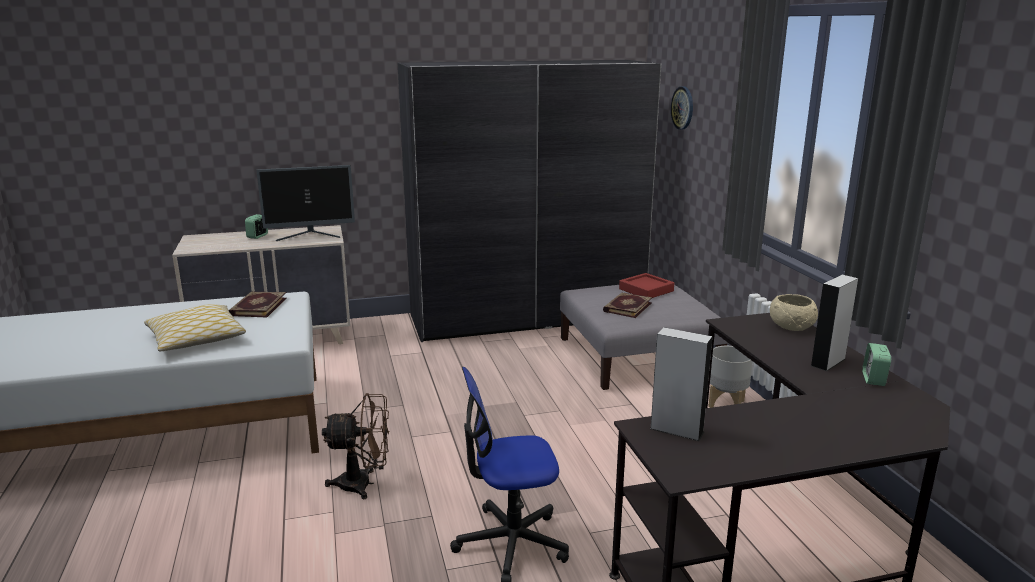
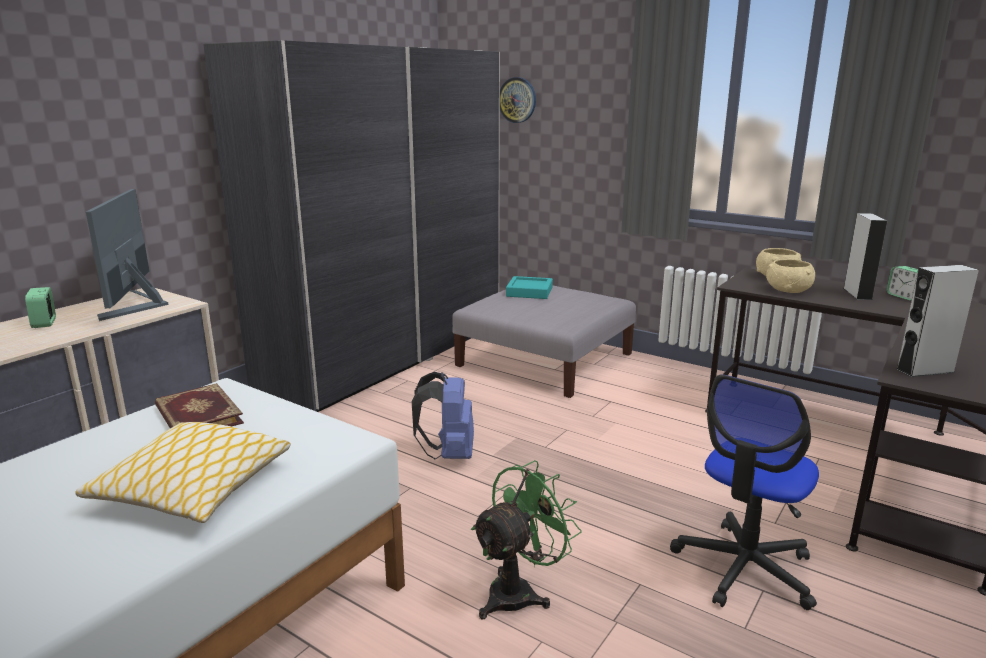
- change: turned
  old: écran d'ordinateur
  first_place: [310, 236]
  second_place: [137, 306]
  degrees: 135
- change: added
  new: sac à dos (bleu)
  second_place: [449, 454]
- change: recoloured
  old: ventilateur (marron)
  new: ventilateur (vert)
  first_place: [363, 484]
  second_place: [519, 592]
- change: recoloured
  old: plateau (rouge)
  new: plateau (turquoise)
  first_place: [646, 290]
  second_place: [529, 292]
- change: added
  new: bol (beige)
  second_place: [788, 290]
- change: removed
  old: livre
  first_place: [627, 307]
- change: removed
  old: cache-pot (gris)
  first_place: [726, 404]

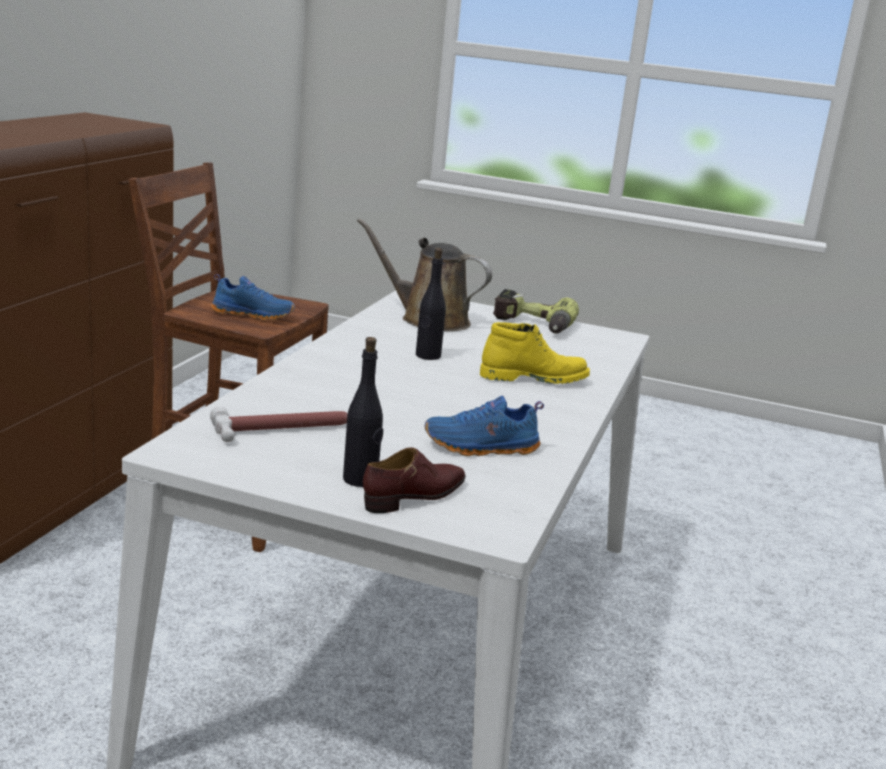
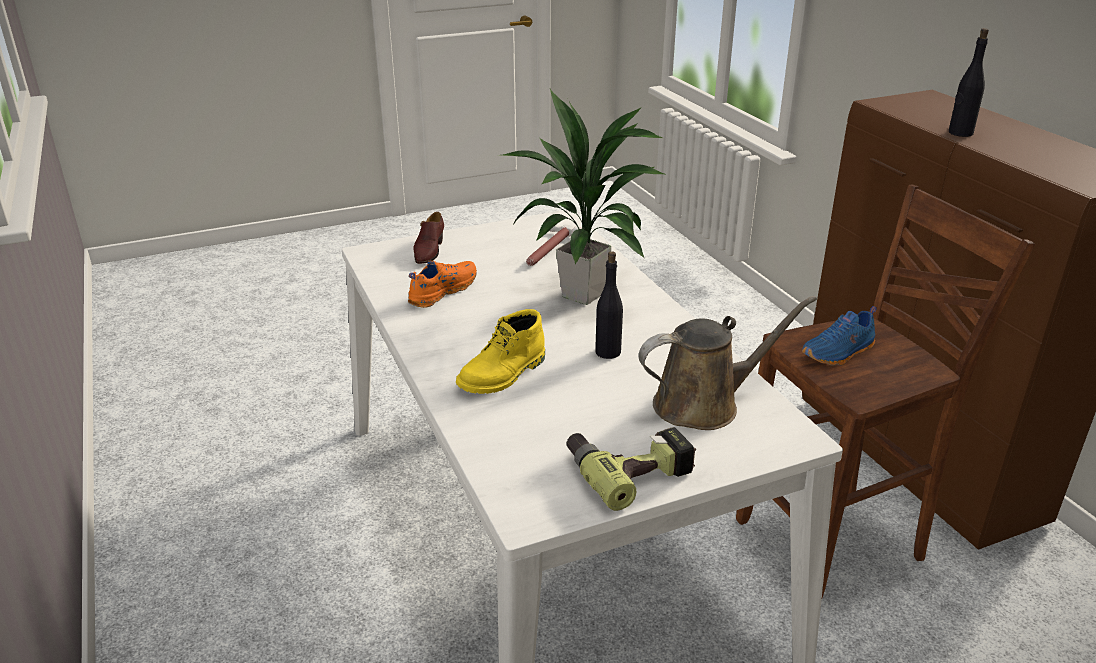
- change: recoloured
  old: chaussure (bleu)
  new: chaussure (orange)
  first_place: [481, 448]
  second_place: [441, 291]
- change: added
  new: plante en pot
  second_place: [584, 296]
- change: moved
  old: bouteille (noir)
  first_place: [360, 479]
  second_place: [960, 133]

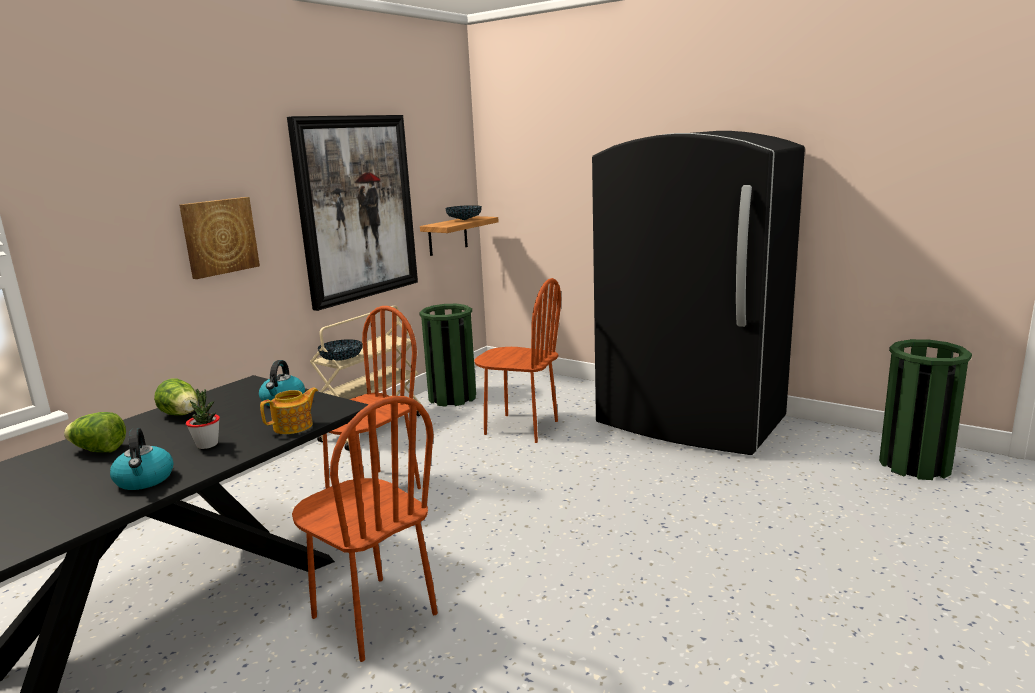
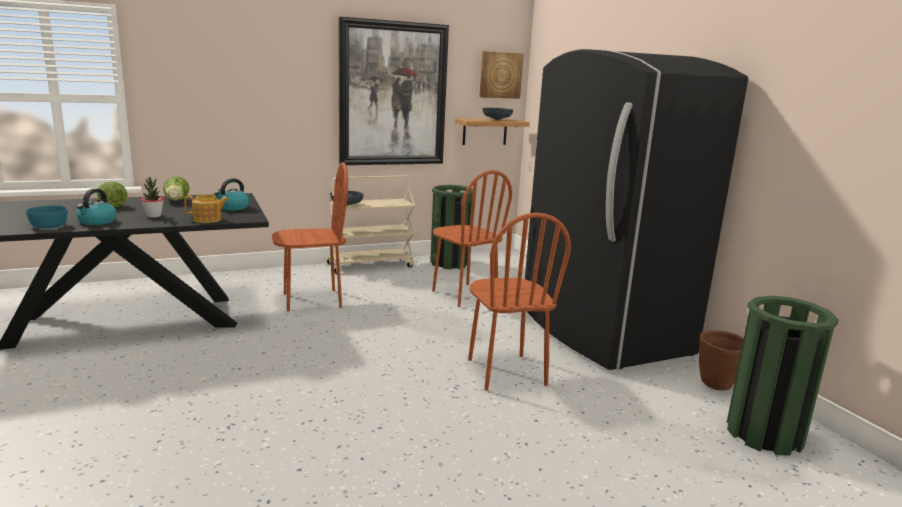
- change: added
  new: bol (turquoise)
  second_place: [48, 226]
- change: moved
  old: chaise (marron)
  first_place: [373, 616]
  second_place: [505, 372]
- change: moved
  old: tableau
  first_place: [219, 236]
  second_place: [500, 75]
- change: added
  new: cache-pot (marron)
  second_place: [716, 385]

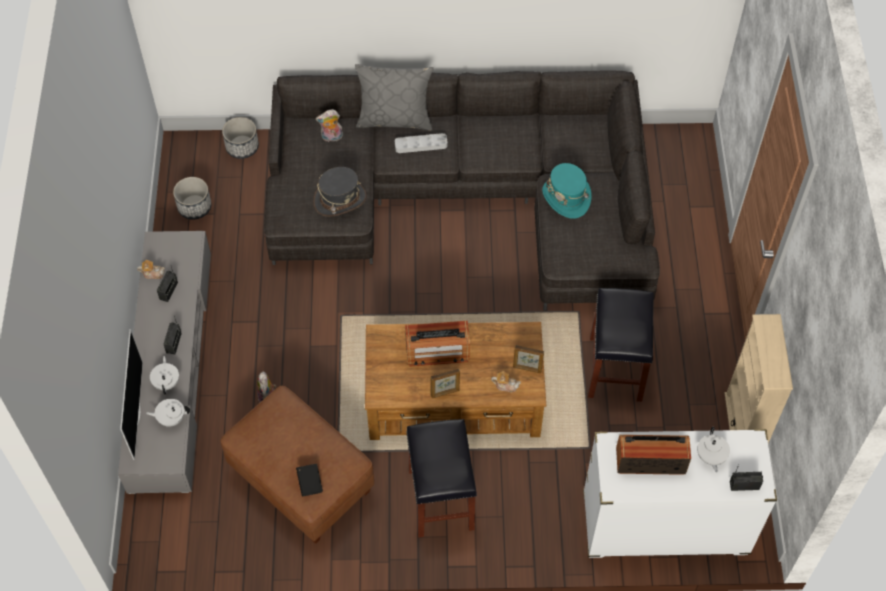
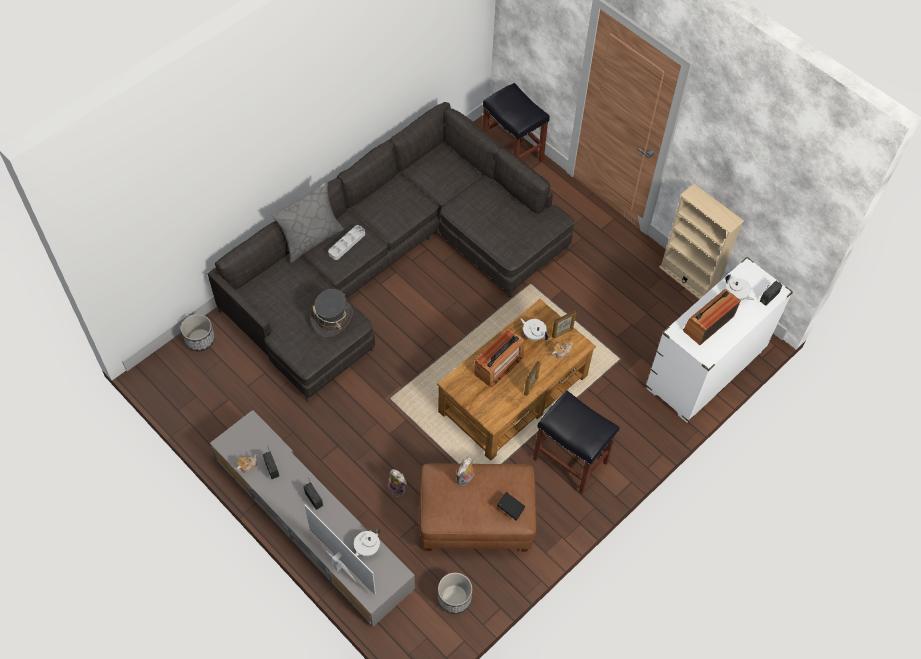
- change: moved
  old: cache-pot
  first_place: [194, 207]
  second_place: [454, 598]
- change: moved
  old: peluche
  first_place: [331, 137]
  second_place: [465, 479]
- change: moved
  old: tabouret (noir)
  first_place: [616, 370]
  second_place: [513, 154]
- change: moved
  old: théière (blanc)
  first_place: [167, 382]
  second_place: [533, 335]
- change: removed
  old: chapeau (turquoise)
  first_place: [566, 197]

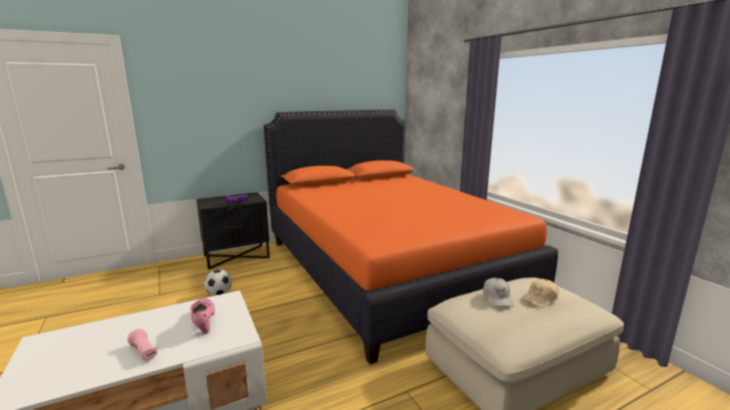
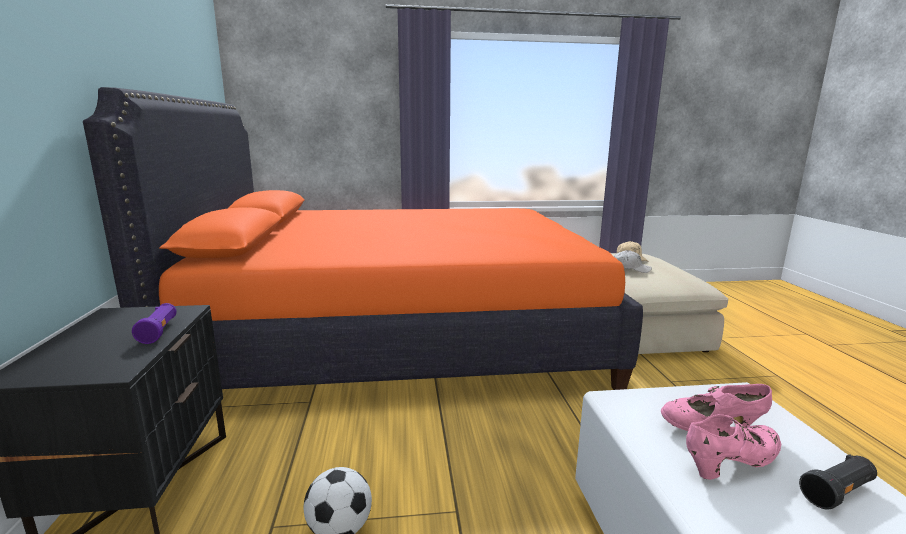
- change: added
  new: chaussure (rose)
  second_place: [730, 464]
- change: recoloured
  old: lampe de poche (rose)
  new: lampe de poche (noir)
  first_place: [144, 352]
  second_place: [837, 492]

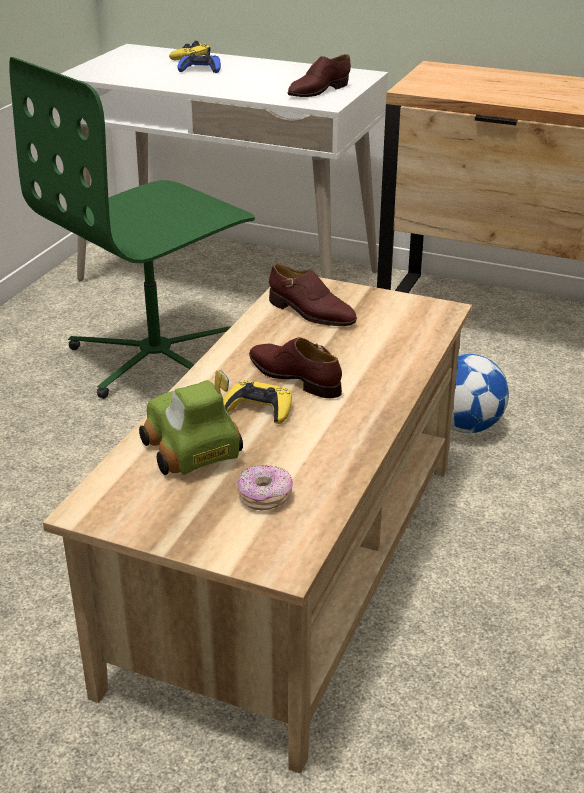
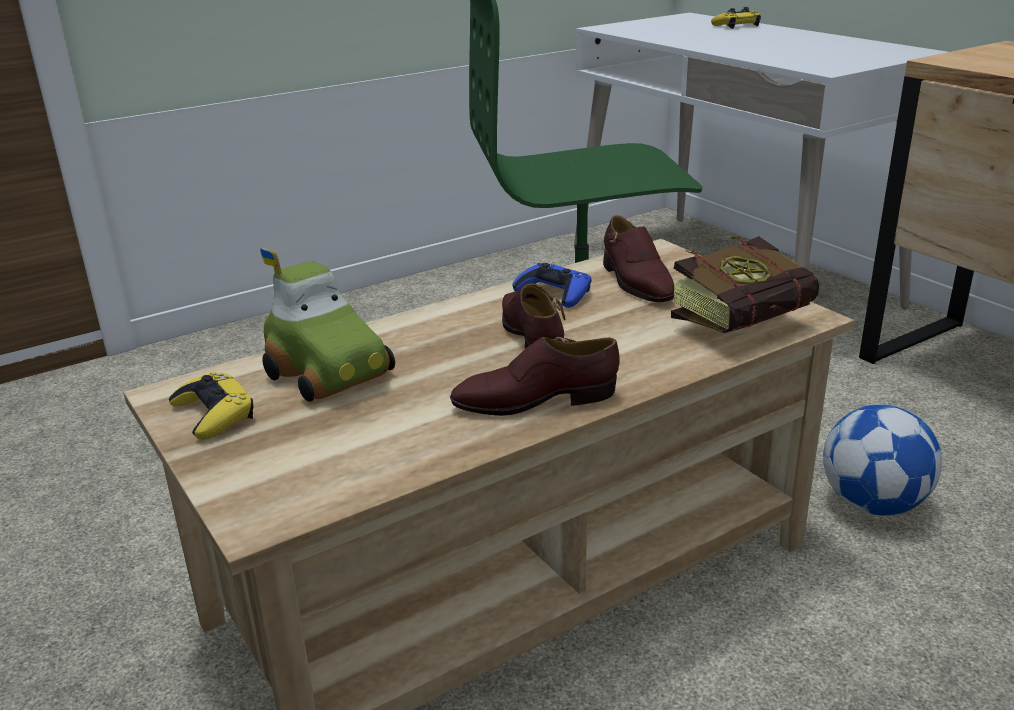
- change: moved
  old: manette (jaune)
  first_place: [259, 408]
  second_place: [214, 414]
- change: turned
  old: petite voiture
  first_place: [189, 450]
  second_place: [332, 373]
  degrees: 135
- change: moved
  old: chaussure (marron)
  first_place: [318, 91]
  second_place: [534, 400]
- change: moved
  old: manette (bleu)
  first_place: [200, 69]
  second_place: [554, 293]
- change: added
  new: livre
  second_place: [750, 323]
- change: removed
  old: beignet
  first_place: [265, 497]

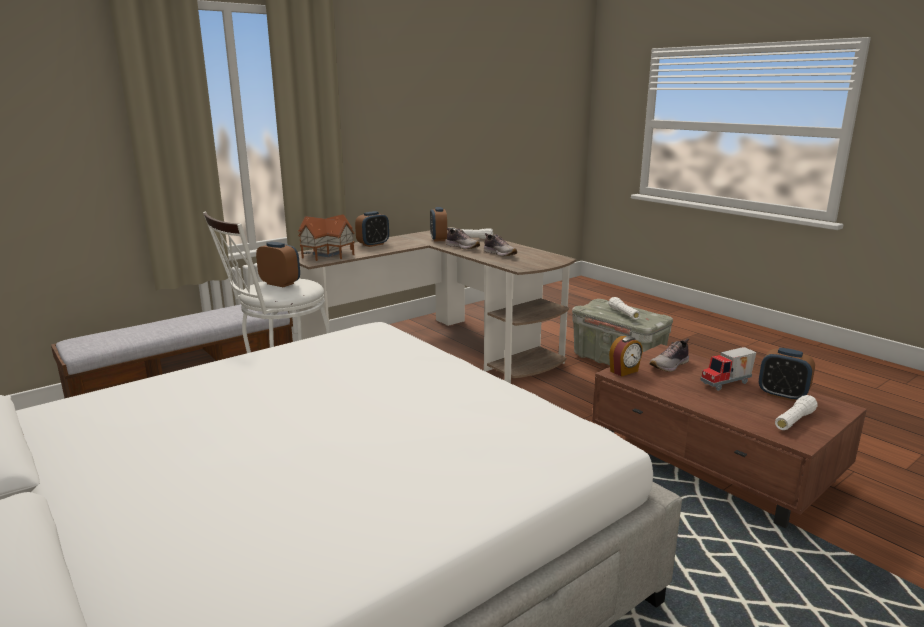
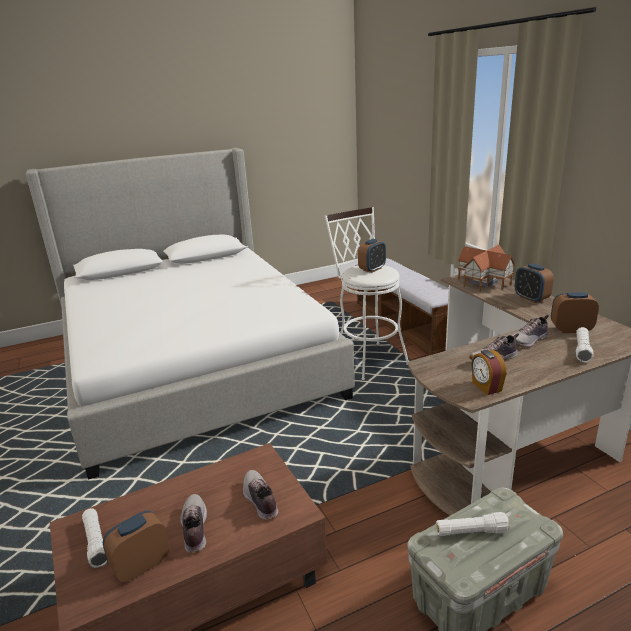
- change: replaced
  old: camion jouet
  new: chaussure
  first_place: [727, 384]
  second_place: [194, 529]
- change: moved
  old: réveil
  first_place: [624, 371]
  second_place: [486, 387]

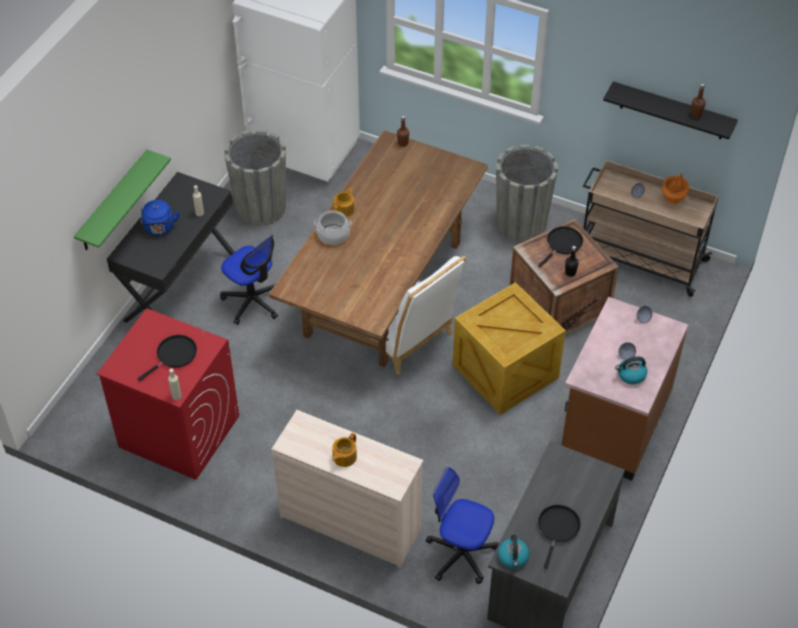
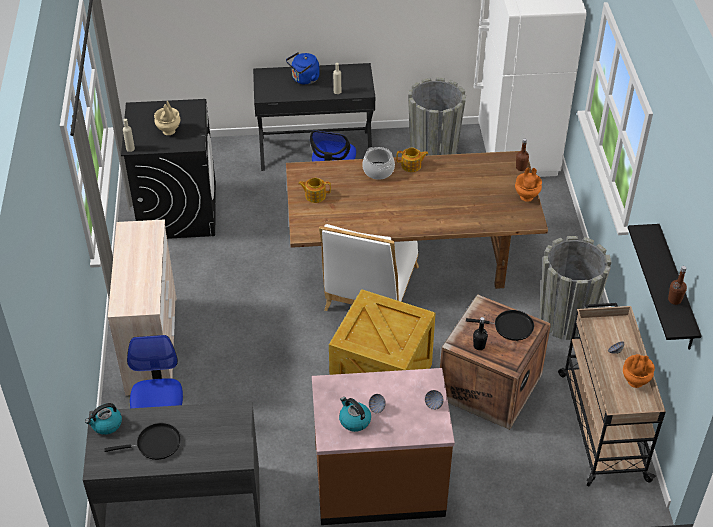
- change: recoloured
  old: lave-linge (rouge)
  new: lave-linge (noir)
  first_place: [178, 431]
  second_place: [178, 210]
- change: replaced
  old: poêle (noir)
  new: vase (beige)
  first_place: [174, 355]
  second_place: [169, 131]
- change: moved
  old: théière
  first_place: [344, 457]
  second_place: [315, 195]
- change: added
  new: vase (orange)
  second_place: [527, 197]
- change: removed
  old: étagère (vert)
  first_place: [113, 202]

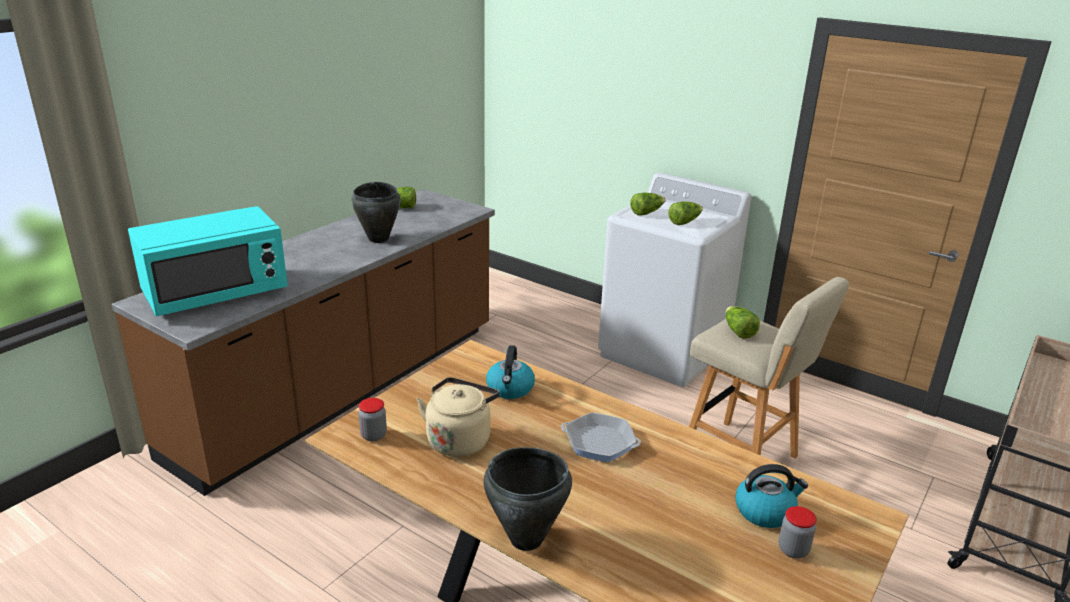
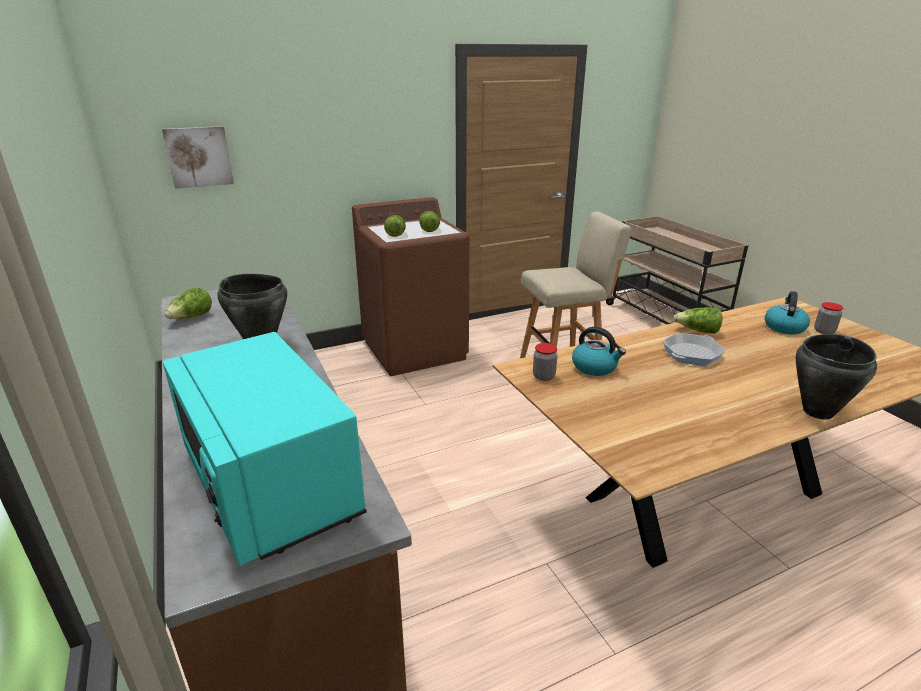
- change: added
  new: tableau
  second_place: [199, 157]
- change: turned
  old: micro-ondes (turquoise)
  first_place: [216, 294]
  second_place: [272, 485]
  degrees: 150
- change: recoloured
  old: lave-linge (blanc)
  new: lave-linge (marron)
  first_place: [664, 352]
  second_place: [415, 350]
- change: moved
  old: bocal
  first_place: [373, 435]
  second_place: [543, 376]
- change: moved
  old: laitue
  first_place: [738, 331]
  second_place: [698, 331]
- change: removed
  old: bouilloire (beige)
  first_place: [459, 439]

